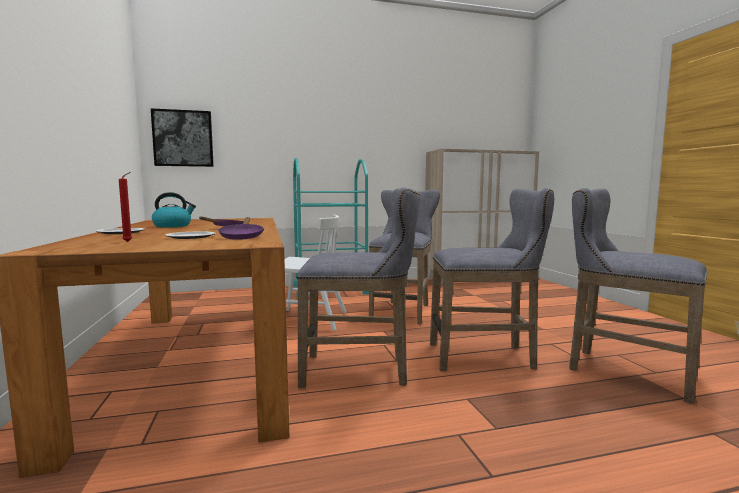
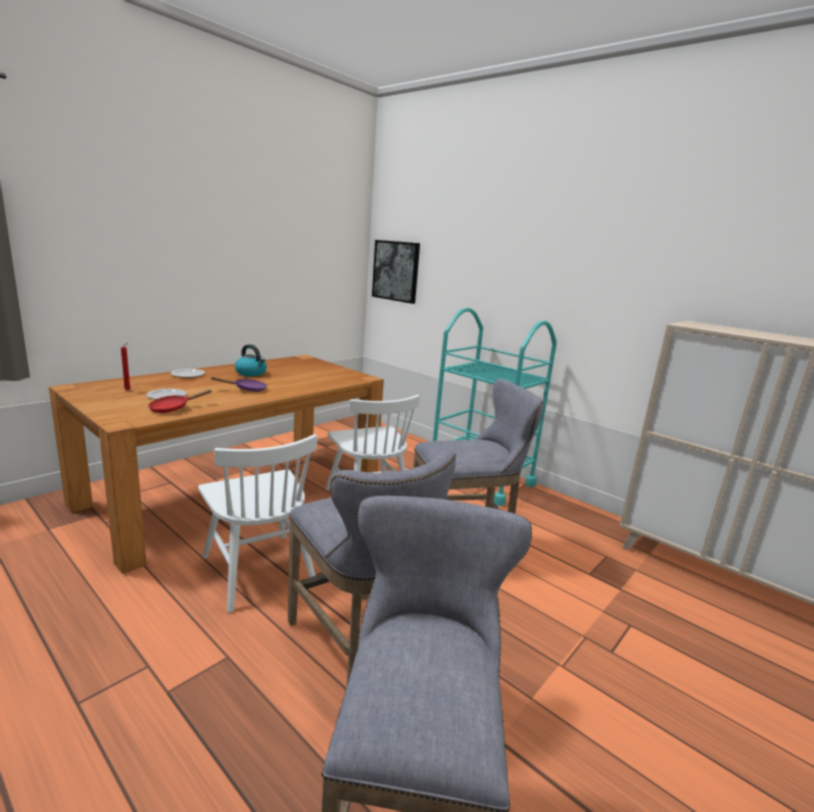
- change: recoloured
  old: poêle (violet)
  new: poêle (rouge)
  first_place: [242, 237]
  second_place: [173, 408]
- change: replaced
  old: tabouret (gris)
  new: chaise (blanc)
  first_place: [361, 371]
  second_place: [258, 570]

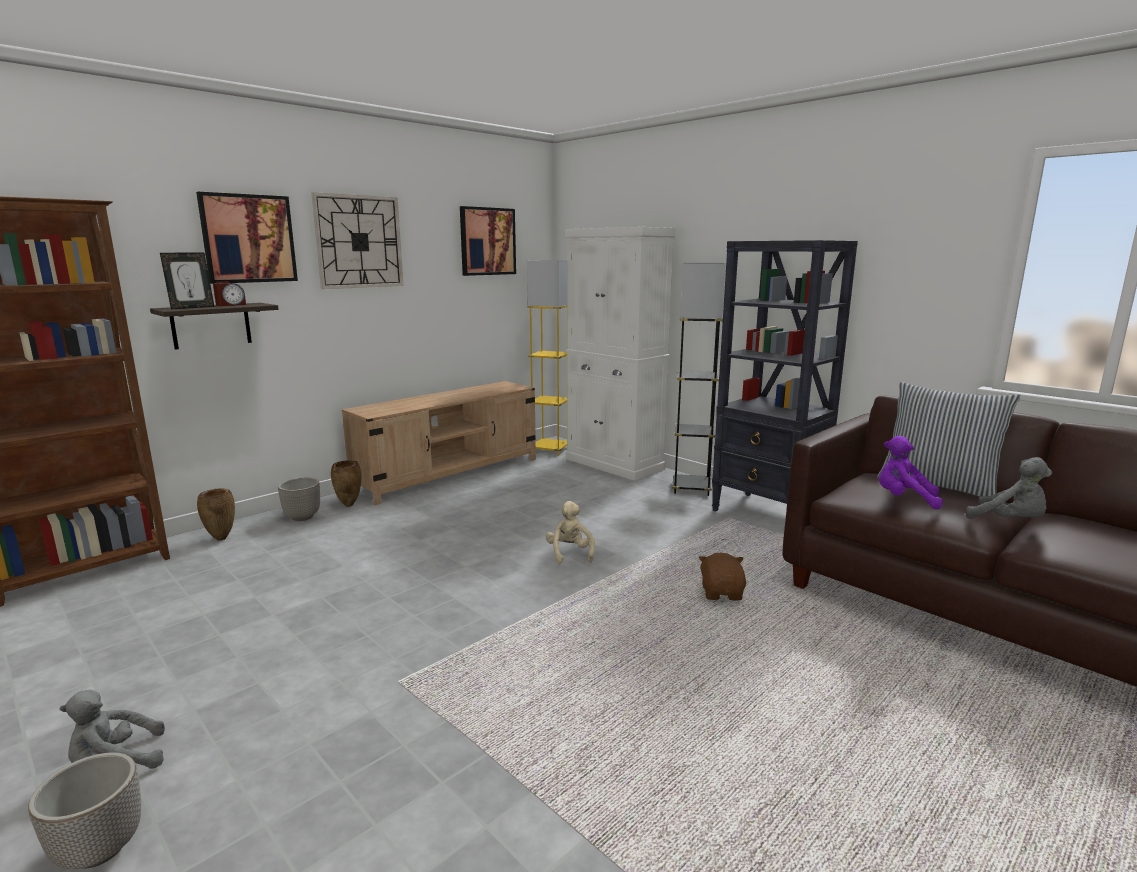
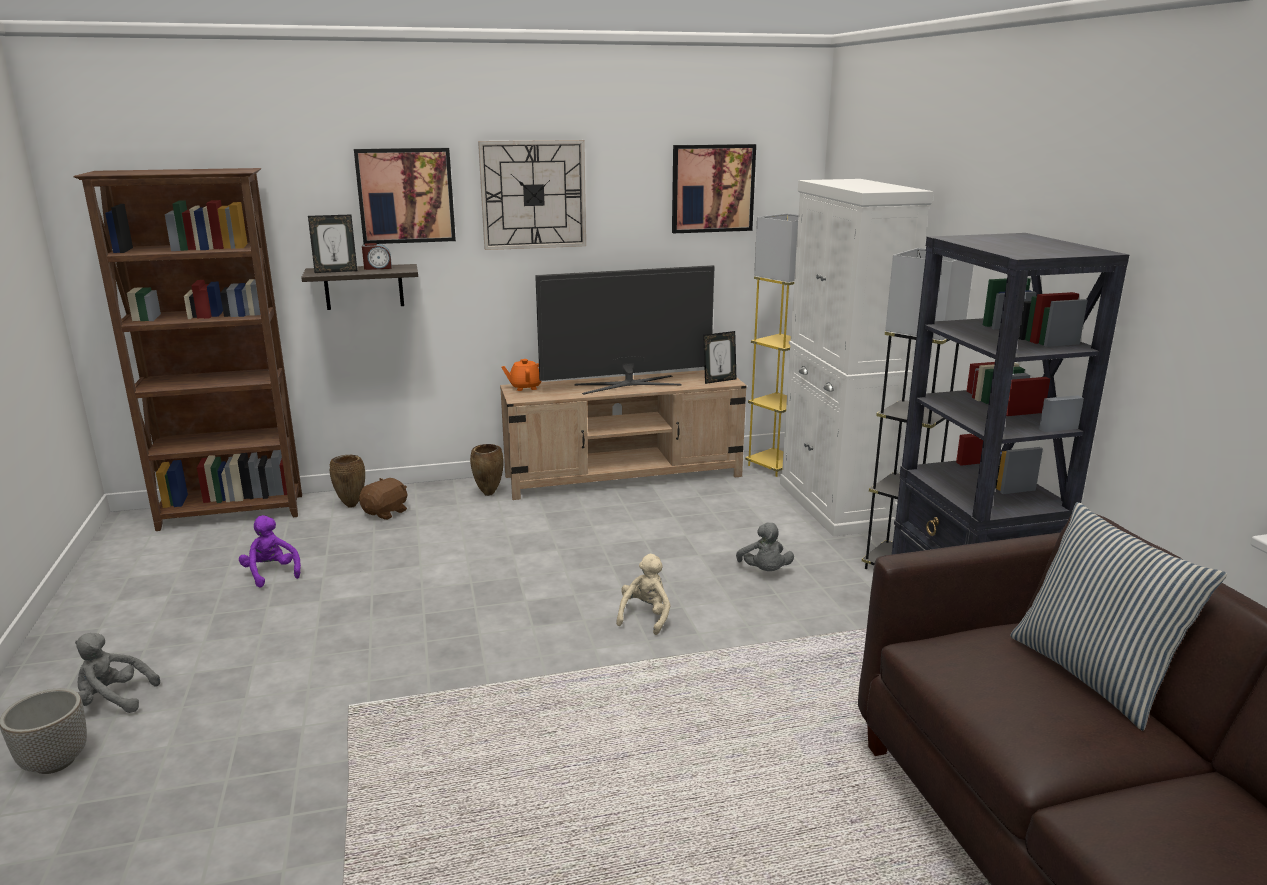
- change: moved
  old: peluche (violet)
  first_place: [904, 500]
  second_place: [271, 573]
- change: moved
  old: peluche (marron)
  first_place: [722, 593]
  second_place: [386, 512]
- change: added
  new: théière (orange)
  second_place: [525, 387]
- change: added
  new: téléviseur
  second_place: [628, 384]
- change: added
  new: cadre photo
  second_place: [719, 380]
- change: moved
  old: peluche (gris)
  first_place: [1009, 521]
  second_place: [764, 571]
- change: removed
  old: cache-pot
  first_place: [302, 517]

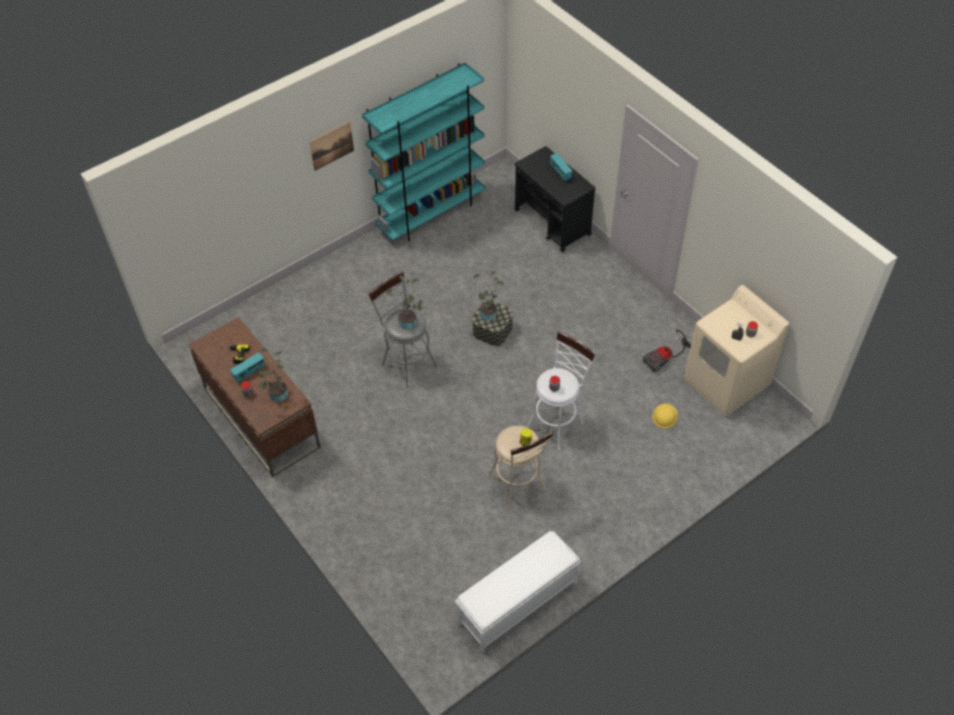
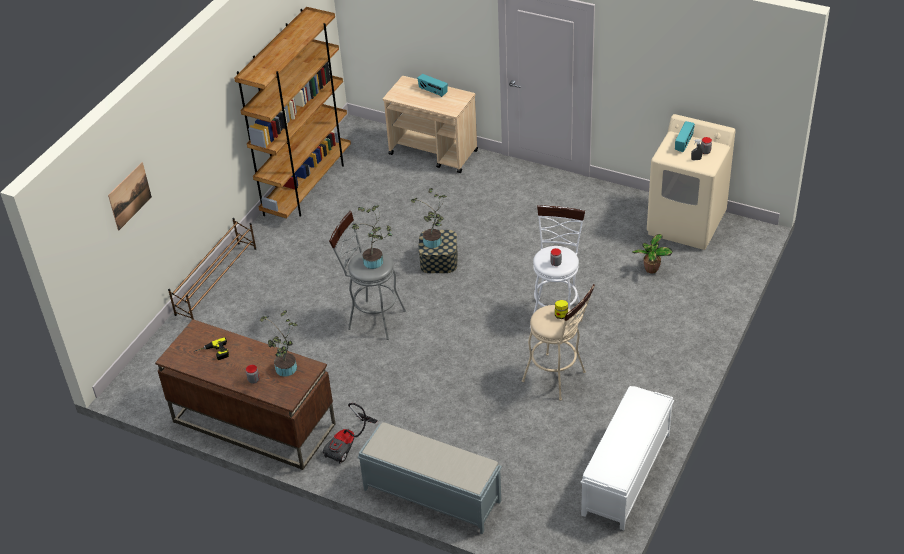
- change: moved
  old: tableau
  first_place: [331, 146]
  second_place: [129, 196]
- change: added
  new: étagère à chaussures (marron)
  second_place: [217, 280]
- change: recoloured
  old: bibliothèque (turquoise)
  new: bibliothèque (marron)
  first_place: [431, 214]
  second_place: [307, 186]
- change: moved
  old: aspirateur
  first_place: [665, 359]
  second_place: [349, 444]
- change: added
  new: banc (gris)
  second_place: [431, 495]
- change: recoloured
  old: chariot (noir)
  new: chariot (beige)
  first_place: [552, 223]
  second_place: [433, 153]
- change: replaced
  old: casque de chantier (jaune)
  new: plante en pot
  first_place: [664, 416]
  second_place: [651, 269]
- change: moved
  old: radio
  first_place: [249, 372]
  second_place: [684, 143]

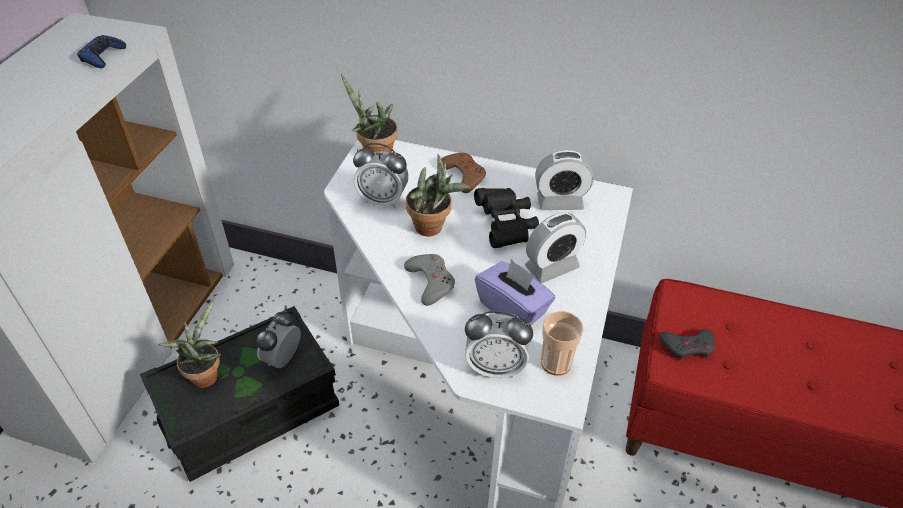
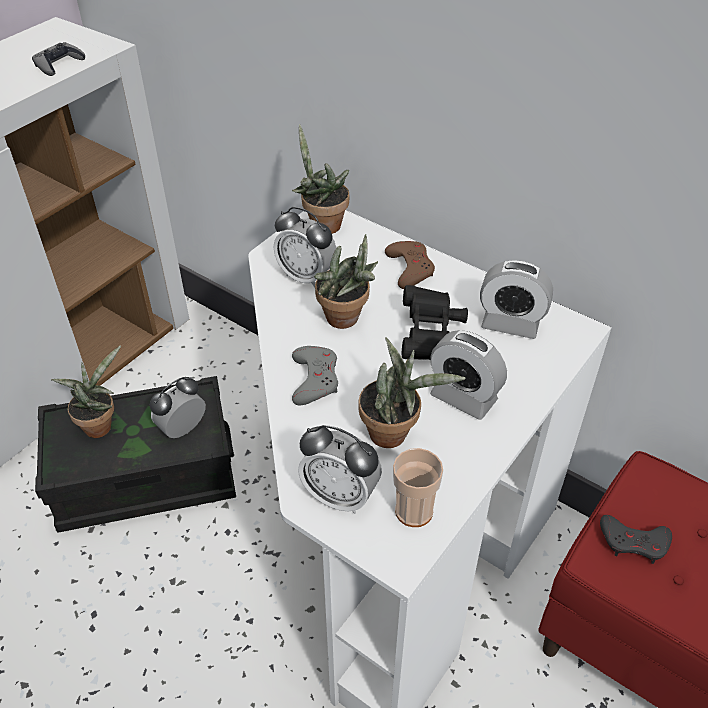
- change: recoloured
  old: manette (bleu)
  new: manette (gris)
  first_place: [103, 56]
  second_place: [59, 64]
- change: replaced
  old: boîte à mouchoirs (violet)
  new: plante en pot
  first_place: [513, 308]
  second_place: [394, 433]
- change: turned
  old: réveil
  first_place: [552, 267]
  second_place: [463, 397]
  degrees: 45

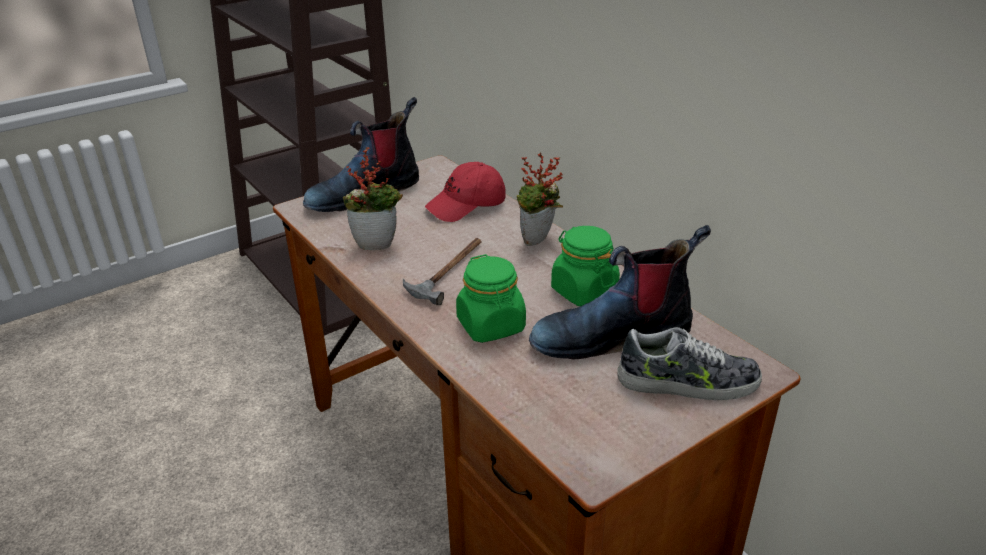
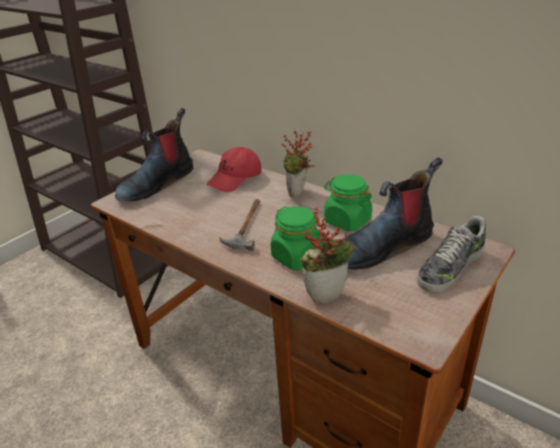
- change: moved
  old: plante en pot
  first_place: [377, 243]
  second_place: [326, 293]
- change: turned
  old: chaussure
  first_place: [688, 383]
  second_place: [450, 267]
  degrees: 150

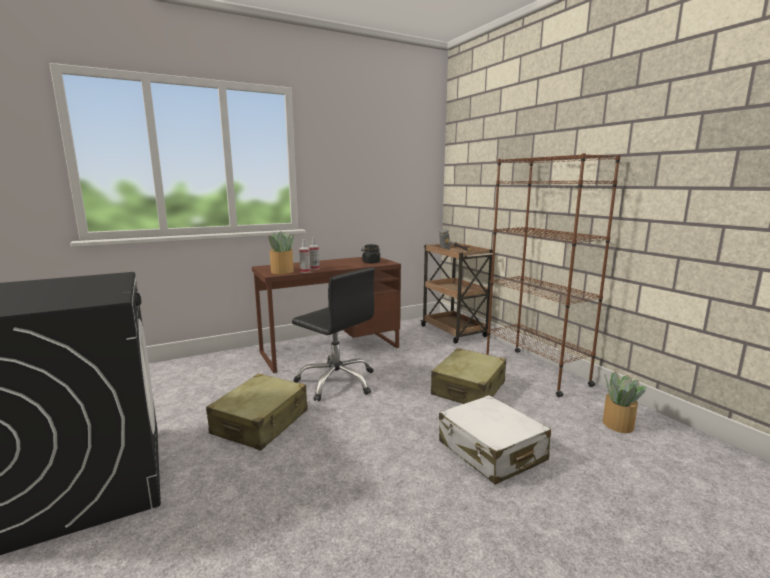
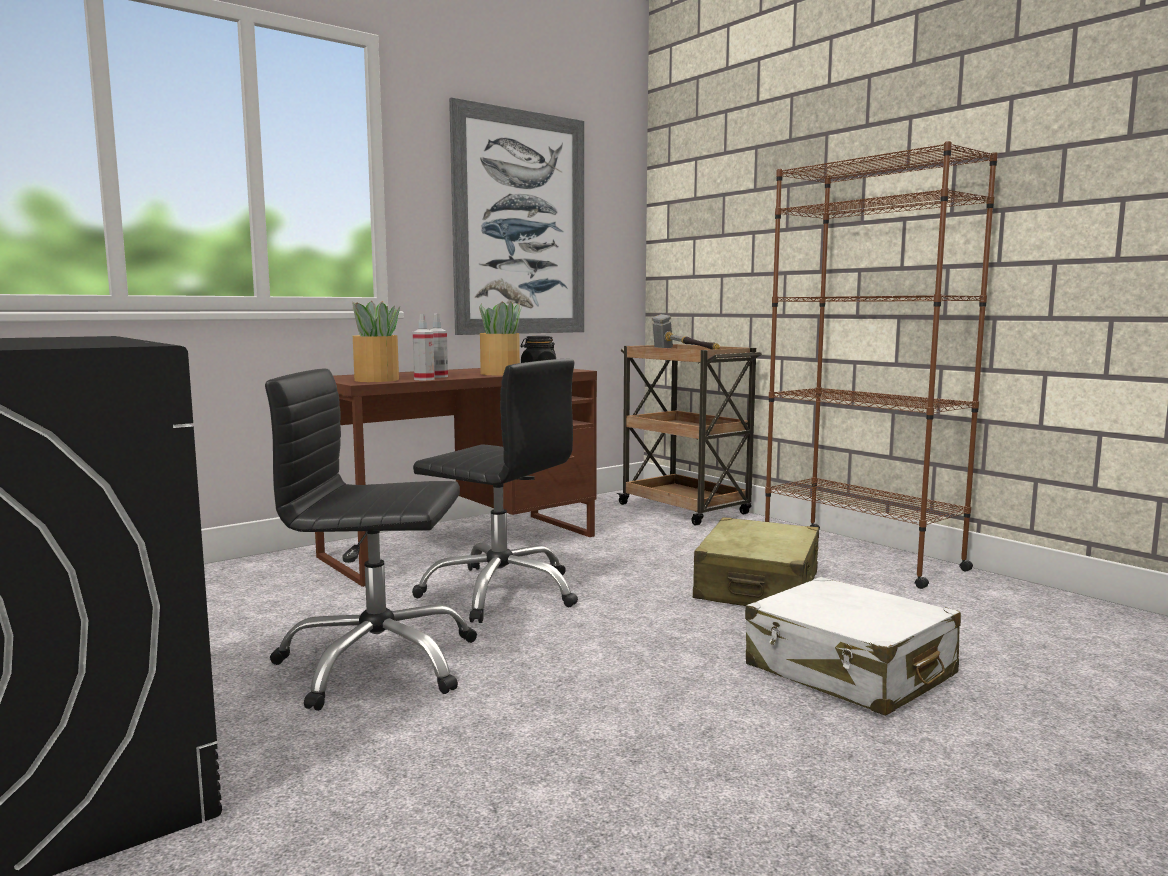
- change: replaced
  old: valise (beige)
  new: chaise de bureau (noir)
  first_place: [261, 422]
  second_place: [377, 663]
- change: added
  new: tableau
  second_place: [520, 224]
- change: moved
  old: plante en pot
  first_place: [617, 424]
  second_place: [500, 373]

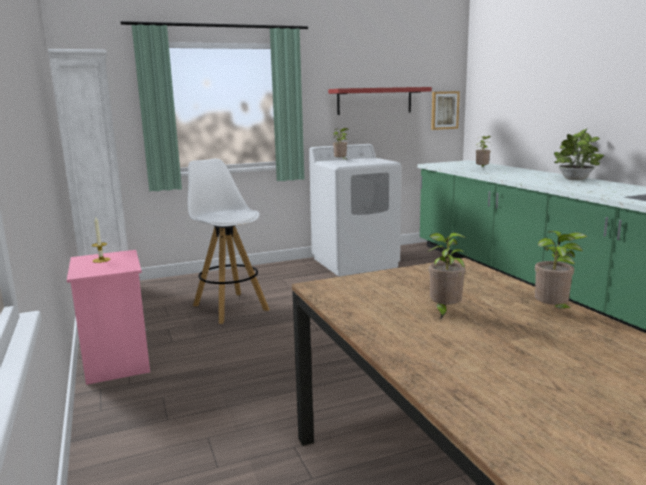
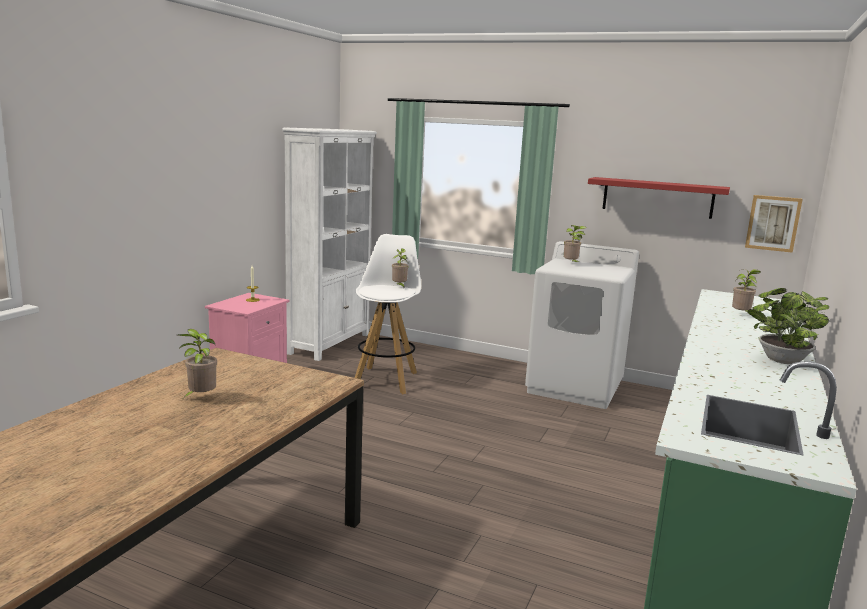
- change: moved
  old: plante en pot
  first_place: [553, 312]
  second_place: [399, 286]

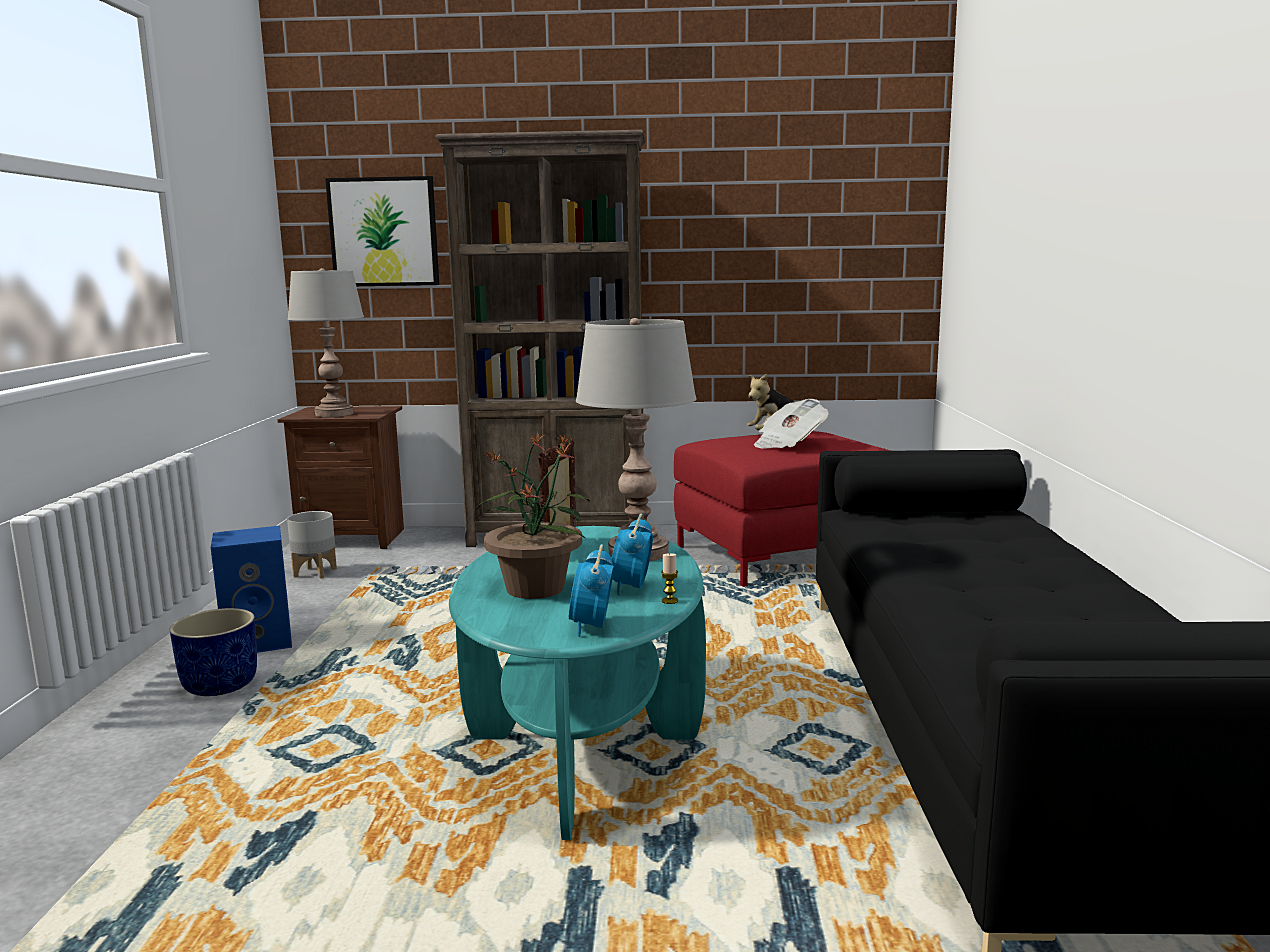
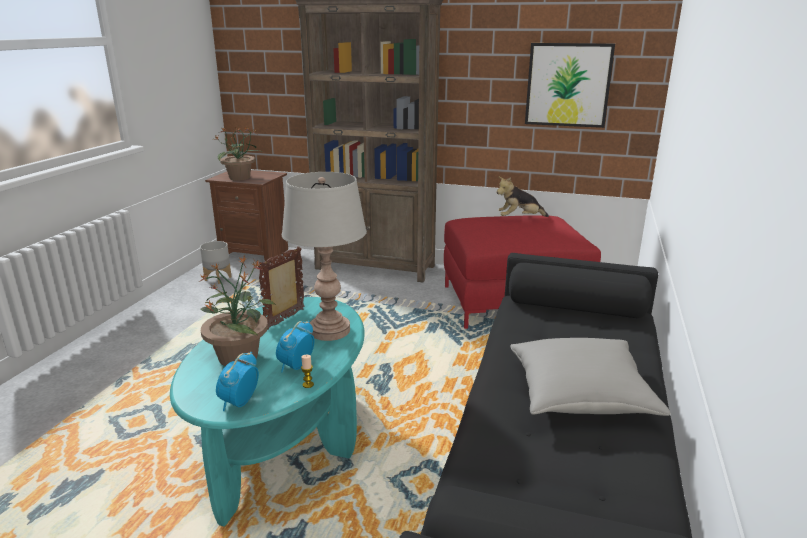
- change: replaced
  old: lampe de table (gris)
  new: plante en pot
  first_place: [334, 414]
  second_place: [240, 178]
- change: added
  new: coussin (gris)
  second_place: [580, 395]
- change: moved
  old: tableau
  first_place: [384, 232]
  second_place: [568, 85]
- change: removed
  old: cache-pot (bleu)
  first_place: [221, 685]
- change: removed
  old: enceinte (bleu)
  first_place: [260, 641]
- change: removed
  old: journal
  first_place: [788, 444]

